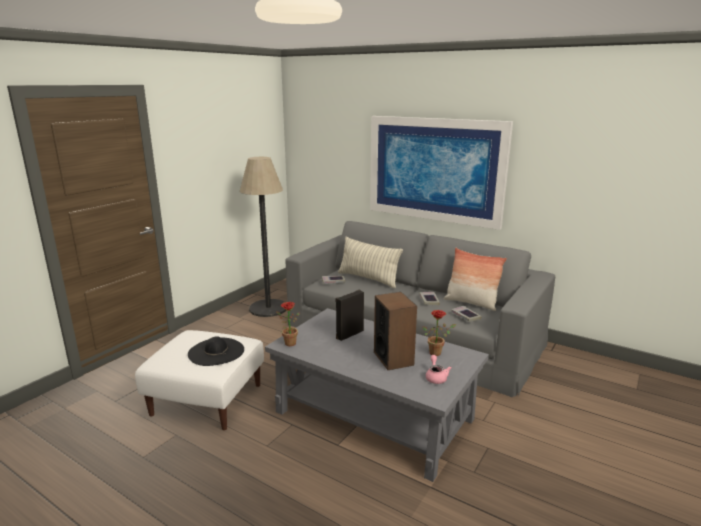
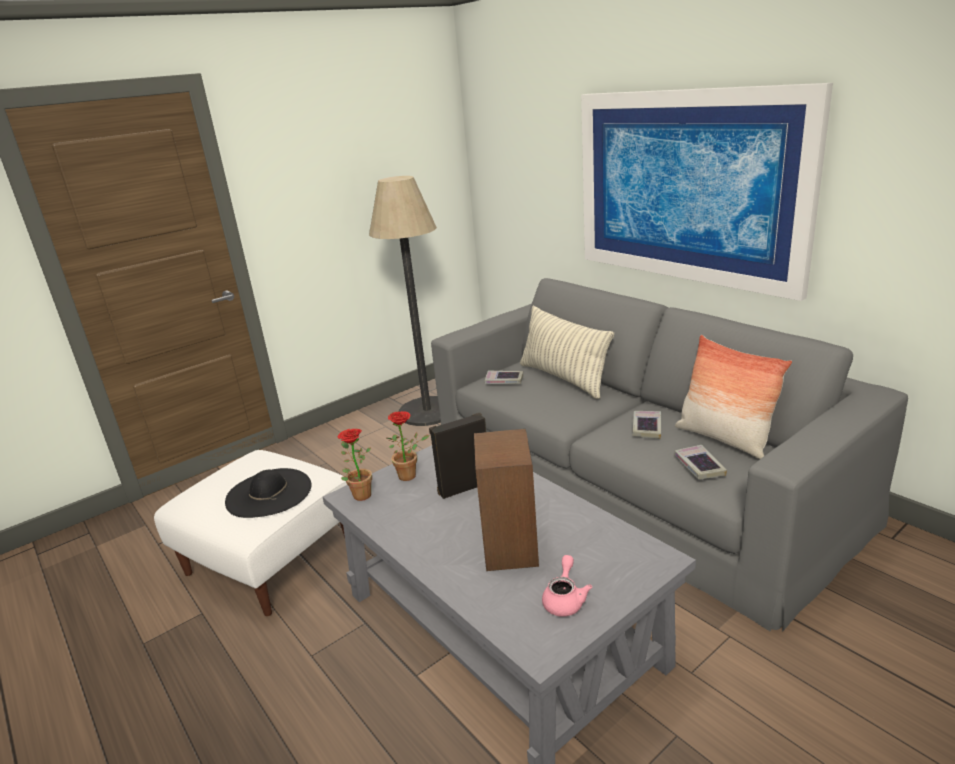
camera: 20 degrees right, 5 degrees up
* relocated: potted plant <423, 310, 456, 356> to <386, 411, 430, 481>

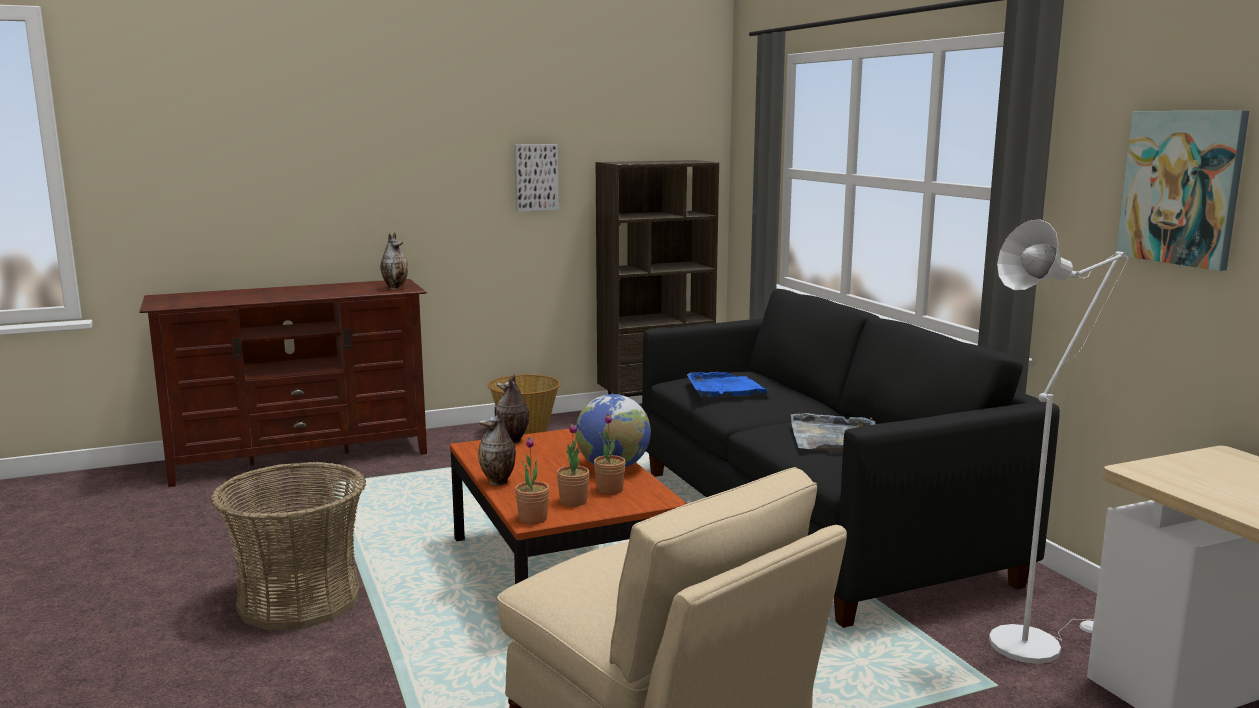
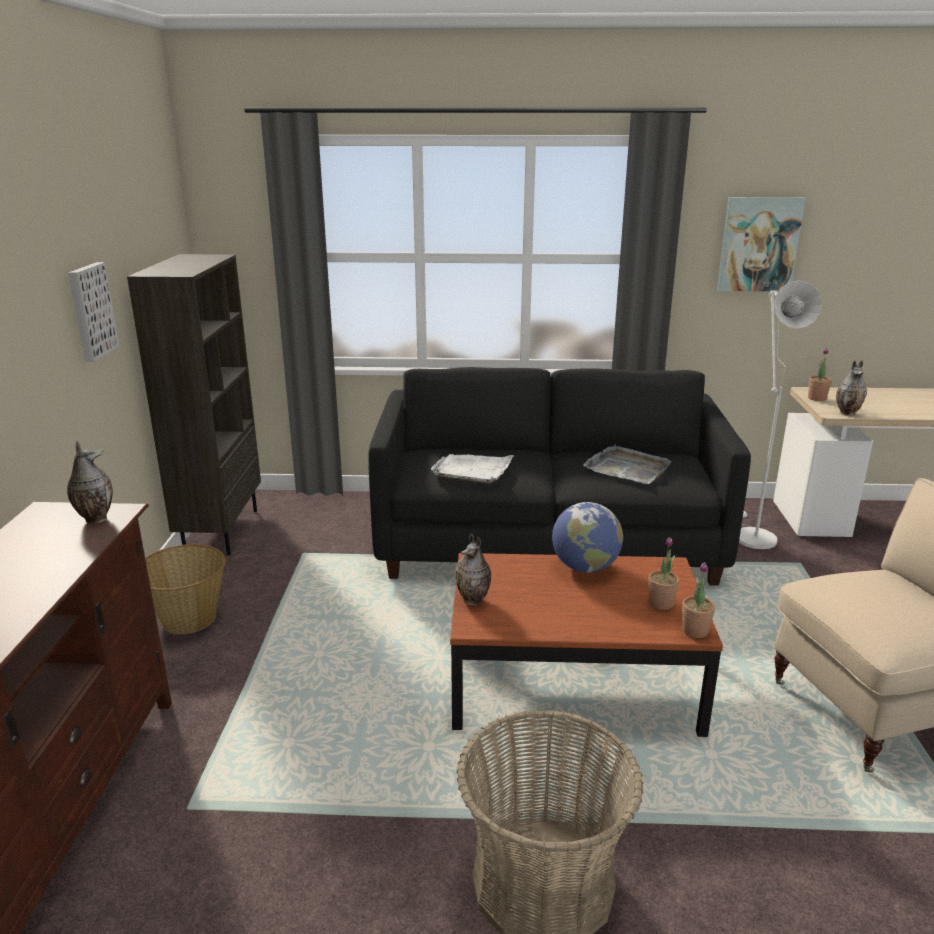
camera: 65 degrees left, 10 degrees up
* relocated: vase <478, 406, 516, 486> to <836, 360, 867, 416>
* relocated: potted plant <594, 414, 626, 495> to <808, 348, 832, 401>
* colour: tray/blue <687, 372, 770, 397> to tray/white <430, 454, 514, 483>

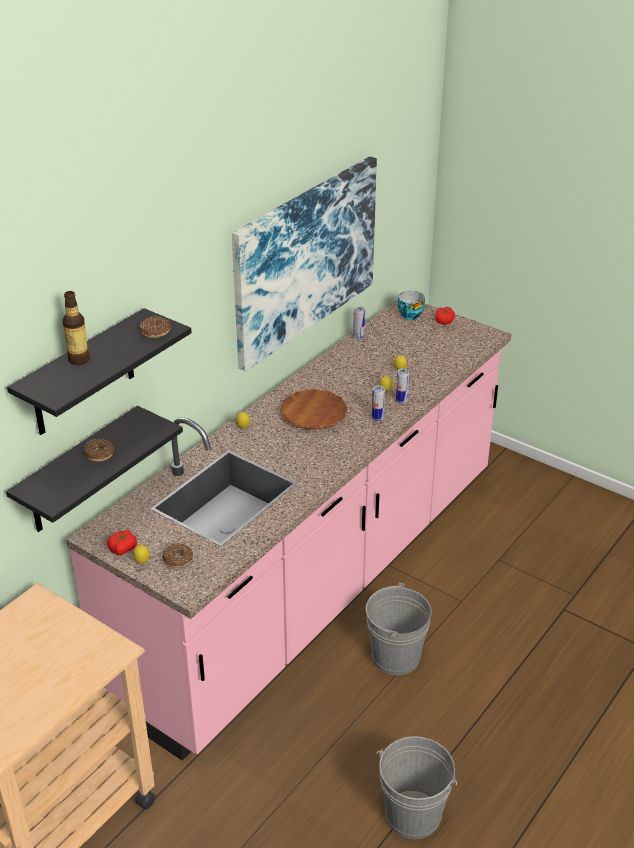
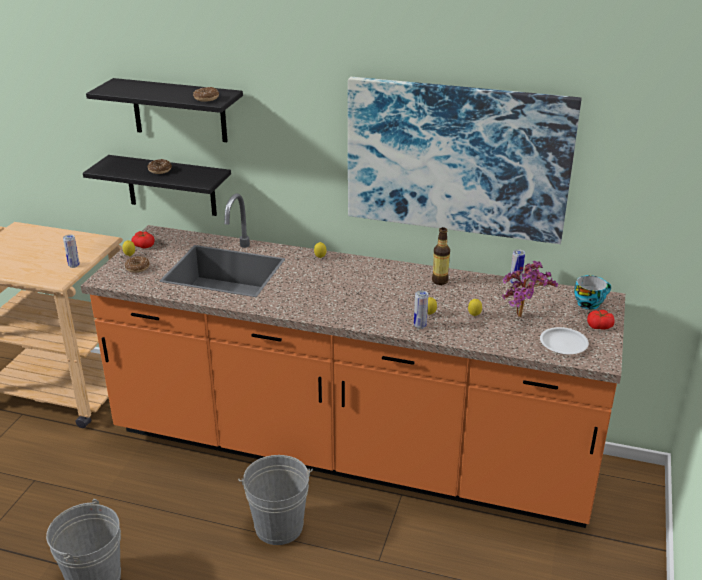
camera: 70 degrees right, 5 degrees down
* relocated: bottle <63, 291, 90, 365> to <432, 227, 450, 285>
* colour: counter/pink <66, 300, 512, 761> to counter/orange <81, 193, 625, 528>
* missing: plate/brown <280, 389, 348, 430>
* relocated: can <372, 386, 385, 421> to <63, 235, 80, 268>
* appeared: potted plant <502, 261, 558, 317>
* appeared: plate/white <540, 327, 589, 354>

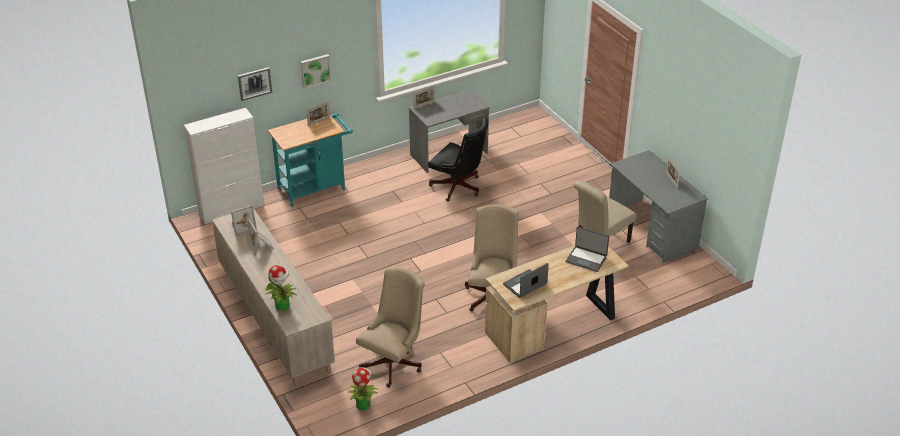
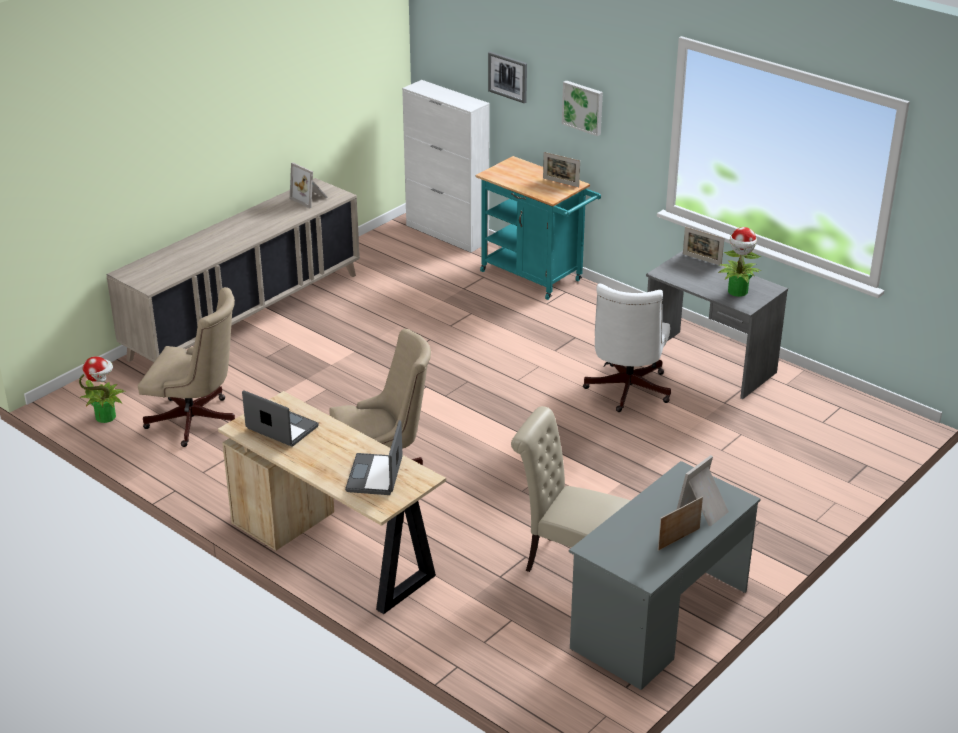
camera: 70 degrees right, 5 degrees down
* relocated: picture frame <247, 220, 274, 256> to <676, 455, 729, 526>
* relocated: potted plant <265, 265, 297, 311> to <718, 227, 761, 297>
* colour: office chair/black <428, 117, 488, 201> to office chair/white <583, 284, 671, 412>

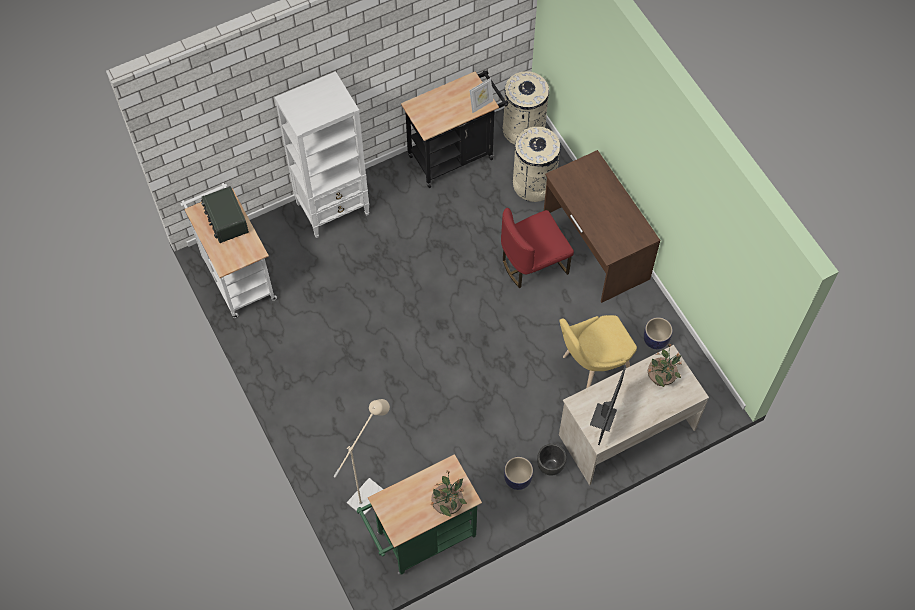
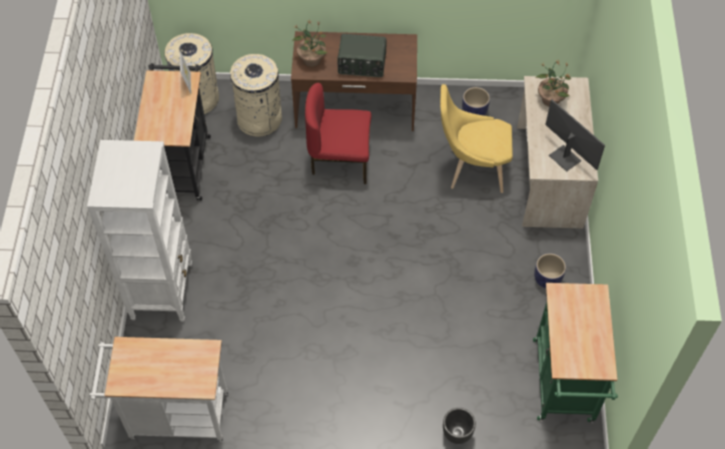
camera: 60 degrees left, 5 degrees down
* relocated: radio <201, 186, 249, 243> to <337, 34, 387, 77>
* missing: floor lamp/beige <334, 399, 390, 515>
* relocated: potted plant <431, 470, 467, 517> to <292, 21, 328, 67>
* spun: chair/red <501, 208, 574, 288> = <305, 83, 372, 184> 90 degrees clockwise
* relocated: planter/black <537, 444, 566, 476> to <443, 408, 476, 444>
* spun: chair/yellow <559, 315, 637, 388> = <440, 84, 513, 193> 90 degrees clockwise

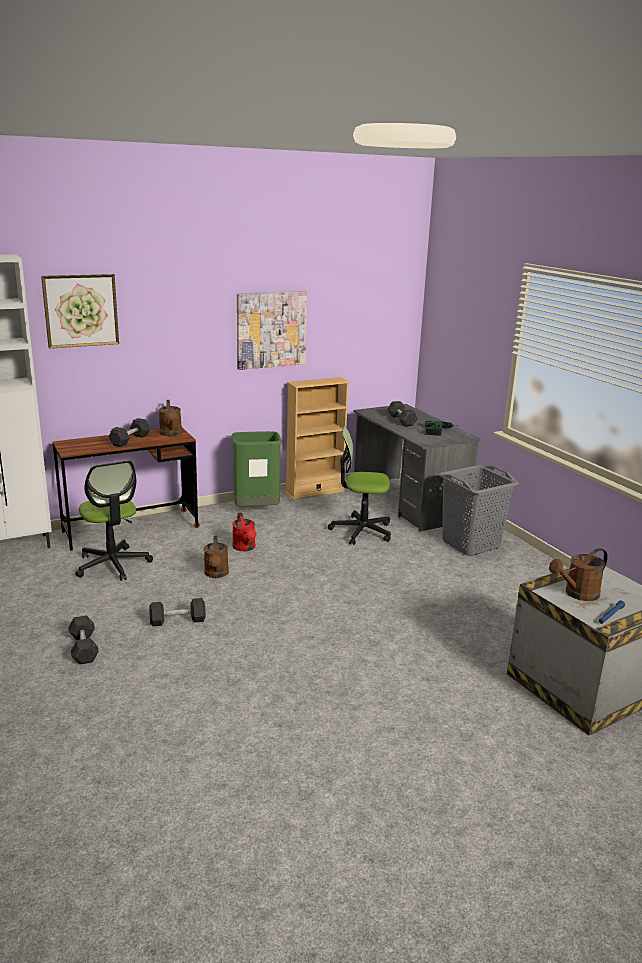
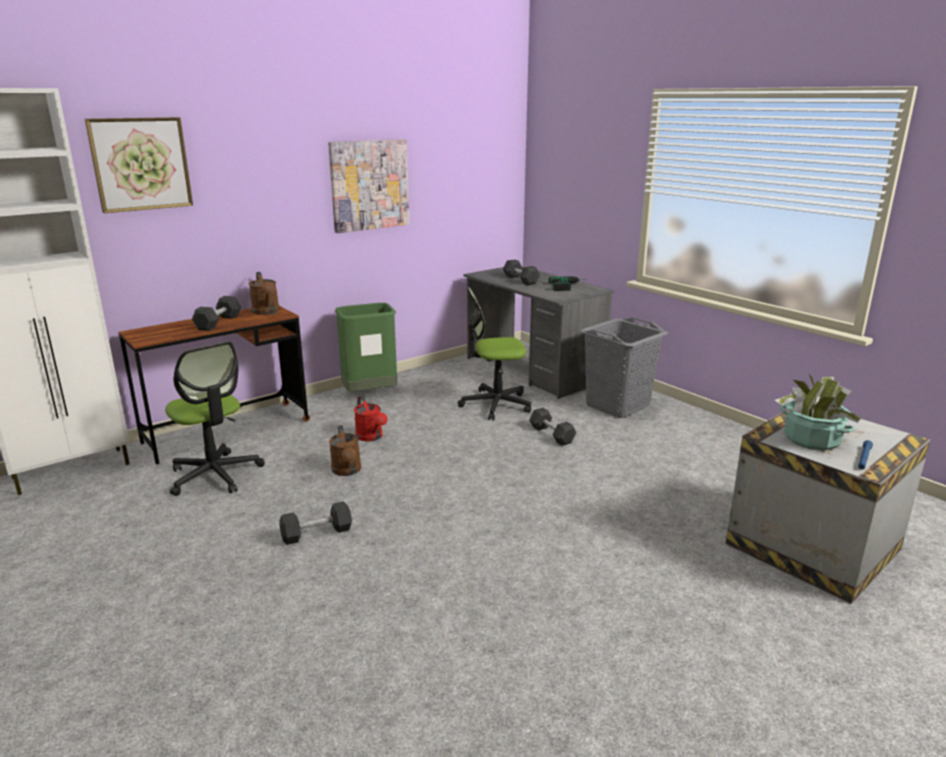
camera: 10 degrees left, 0 degrees up
* relocated: dumbbell/grey <68, 615, 99, 665> to <529, 408, 577, 446>
* missing: bookcase/beige <285, 377, 350, 500>
* exchanged: watering can/brown <549, 548, 608, 601> to potted plant <775, 373, 862, 450>

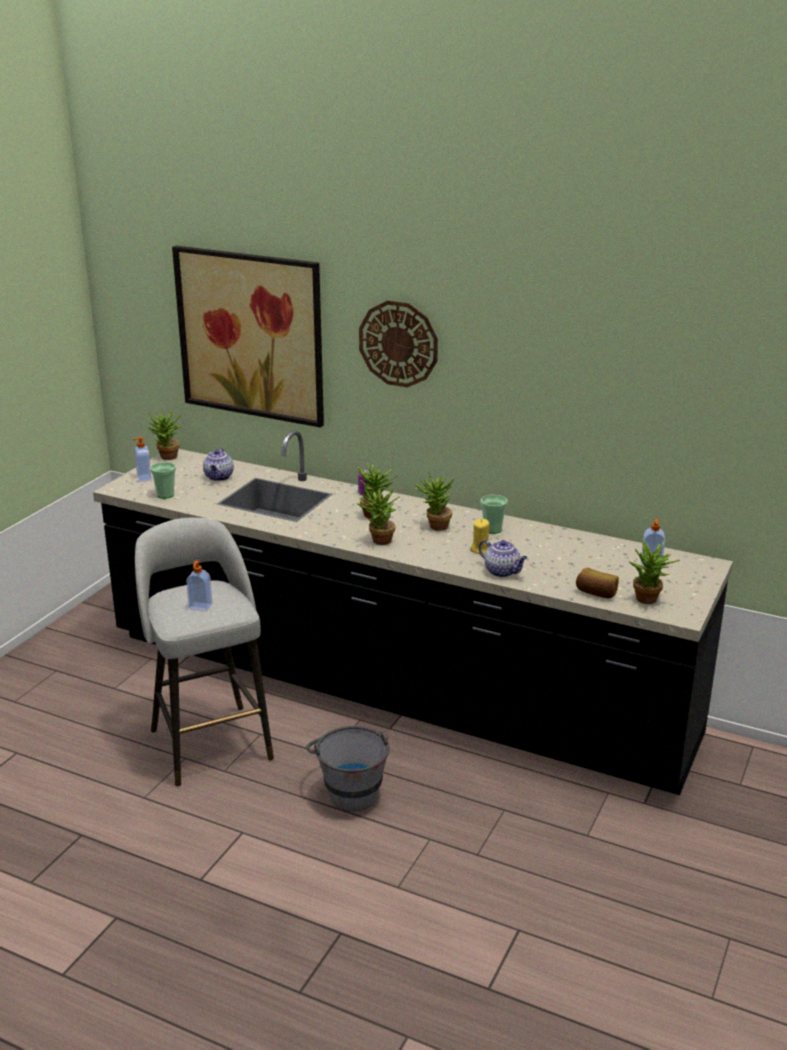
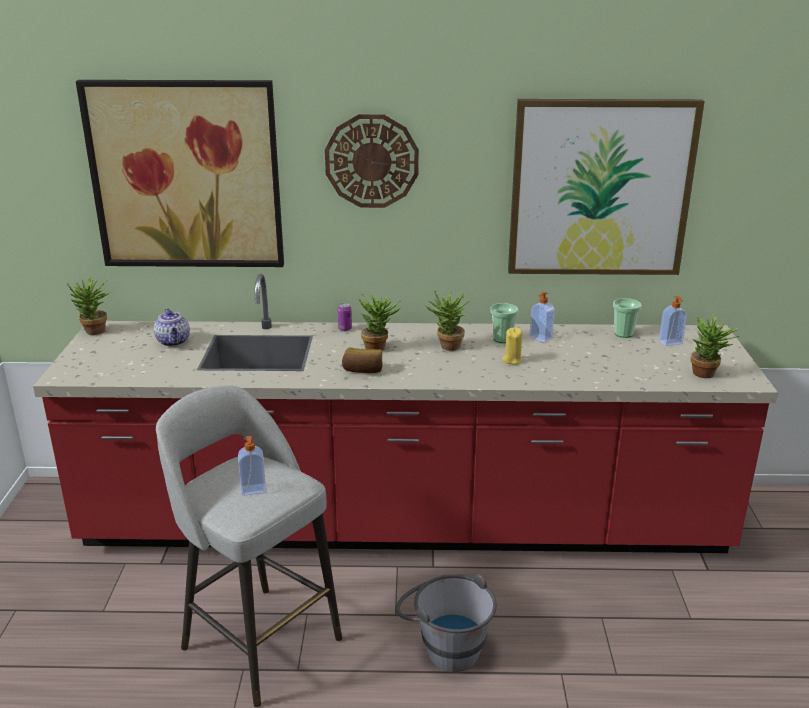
camera: 25 degrees left, 0 degrees up
* colour: counter/black <93, 430, 733, 795> to counter/red <33, 274, 778, 553>
* relocated: soap dispenser <133, 437, 152, 482> to <529, 292, 555, 342>
* relocated: cup <150, 462, 176, 499> to <613, 298, 642, 338>
* missing: potted plant <357, 488, 400, 545>
* missing: teapot <479, 539, 528, 577>
* relocated: bread <576, 568, 619, 598> to <342, 347, 382, 373>
* appeared: picture <508, 99, 705, 275>

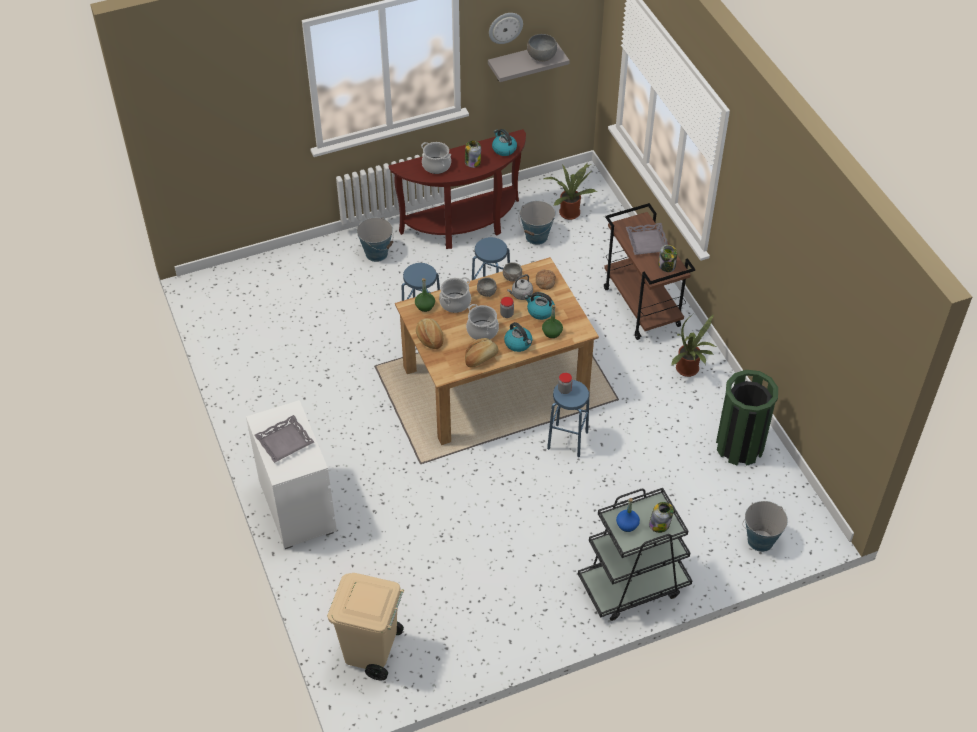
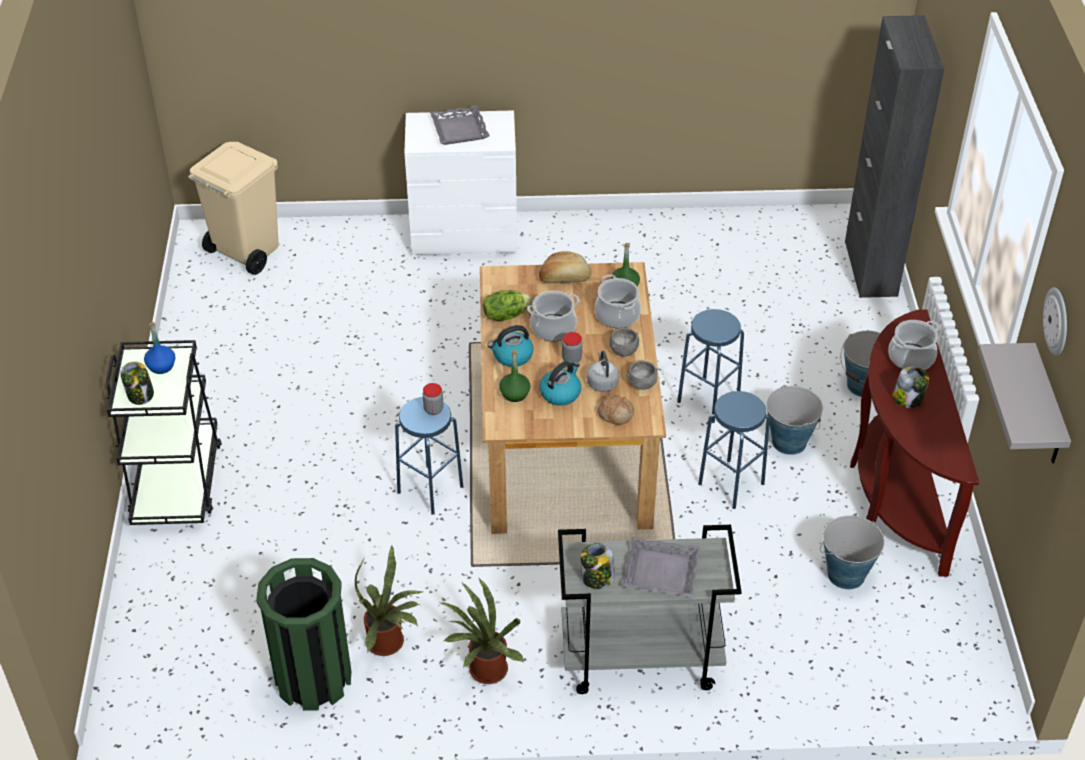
camera: 110 degrees right, 5 degrees down
* exchanged: bread <465, 338, 499, 368> to lettuce <483, 290, 532, 321>
* missing: kettle <492, 129, 517, 156>
* missing: bowl/grey <527, 34, 557, 62>
* relocated: potted plant <543, 162, 597, 220> to <355, 544, 422, 656>
* colour: cart/brown <604, 203, 695, 340> to cart/grey <558, 525, 741, 694>
* relocated: bucket <742, 501, 788, 552> to <766, 385, 823, 455>
* appeared: cabinet/black <845, 15, 944, 298>

